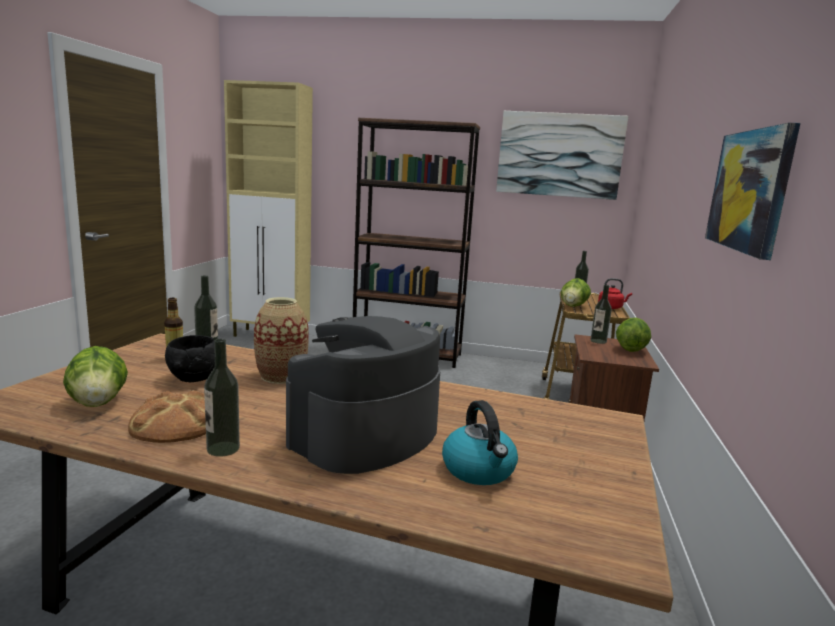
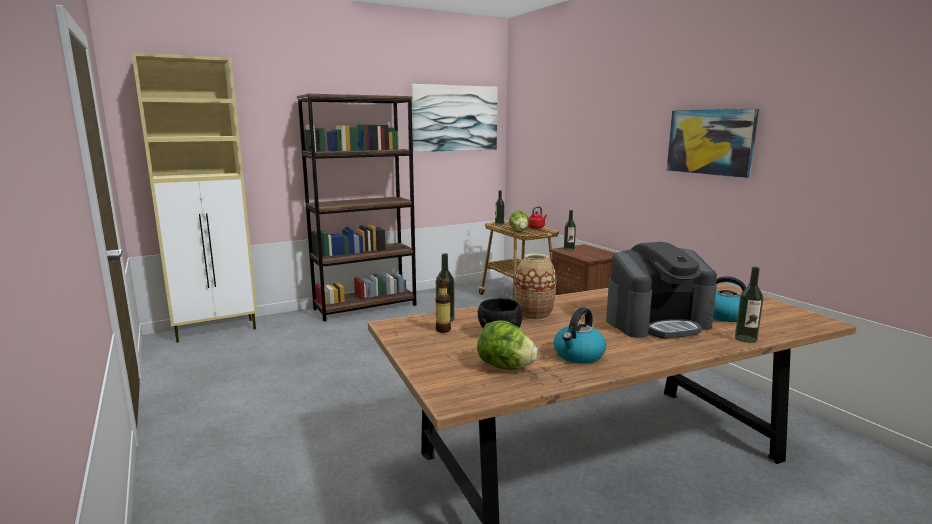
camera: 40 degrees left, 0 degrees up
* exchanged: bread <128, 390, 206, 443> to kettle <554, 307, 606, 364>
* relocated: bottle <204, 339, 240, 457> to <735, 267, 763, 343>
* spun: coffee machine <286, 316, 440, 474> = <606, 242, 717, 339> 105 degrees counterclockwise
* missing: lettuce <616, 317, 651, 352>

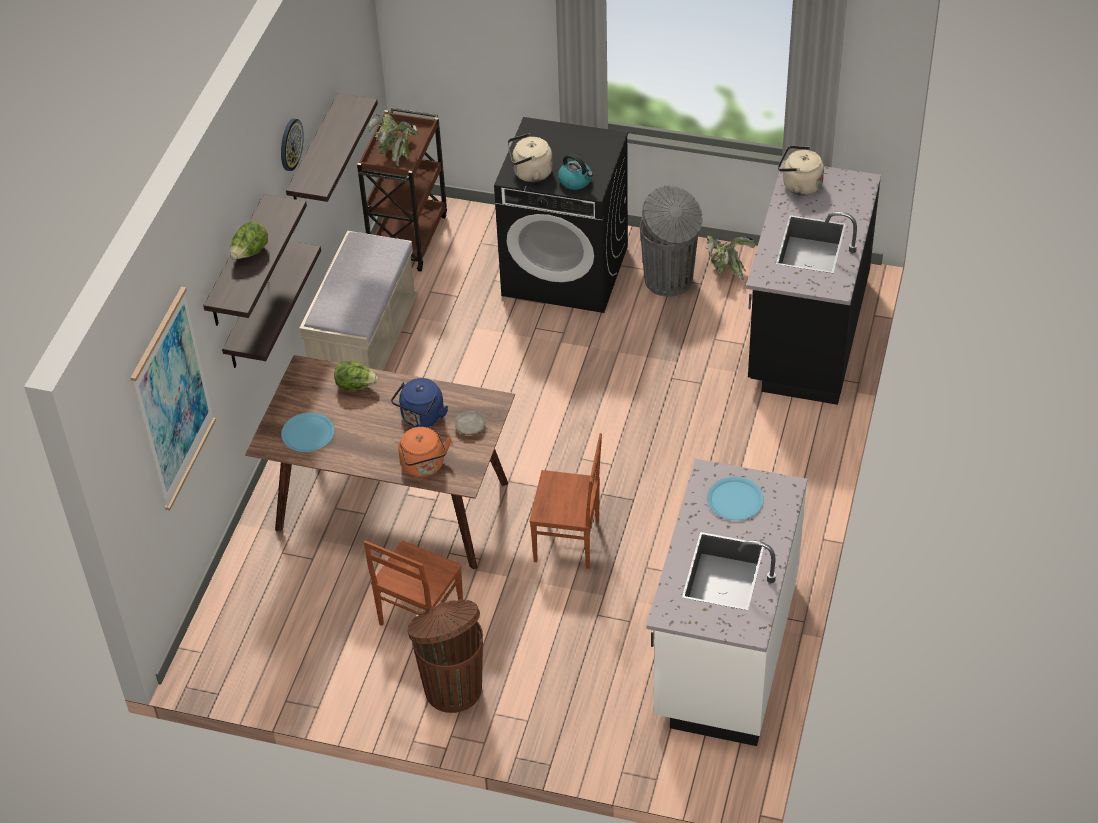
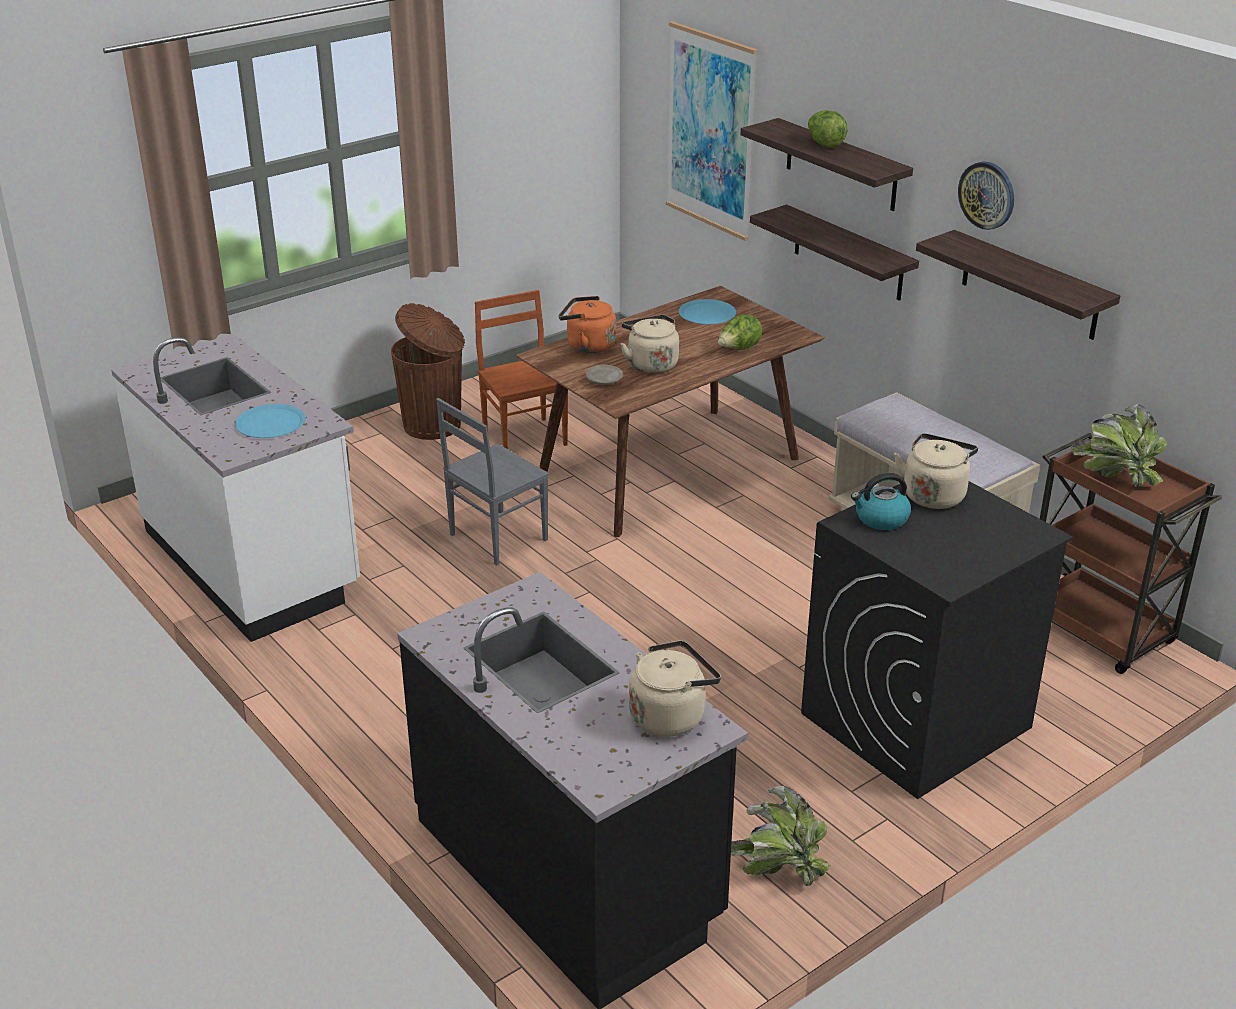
camera: 125 degrees right, 15 degrees down
* colour: kettle/blue <391, 378, 448, 427> to kettle/beige <620, 315, 679, 373>
* colour: chair/brown <530, 433, 602, 569> to chair/grey <436, 398, 549, 565>
* missing: trash can/grey <640, 185, 703, 297>

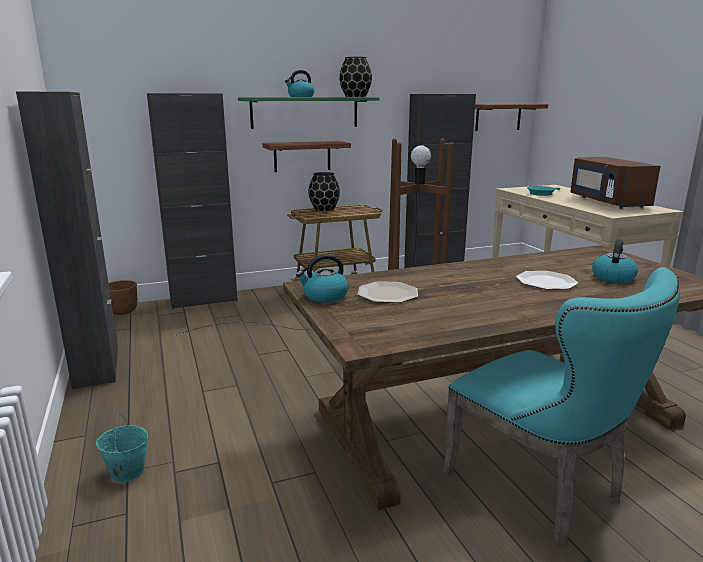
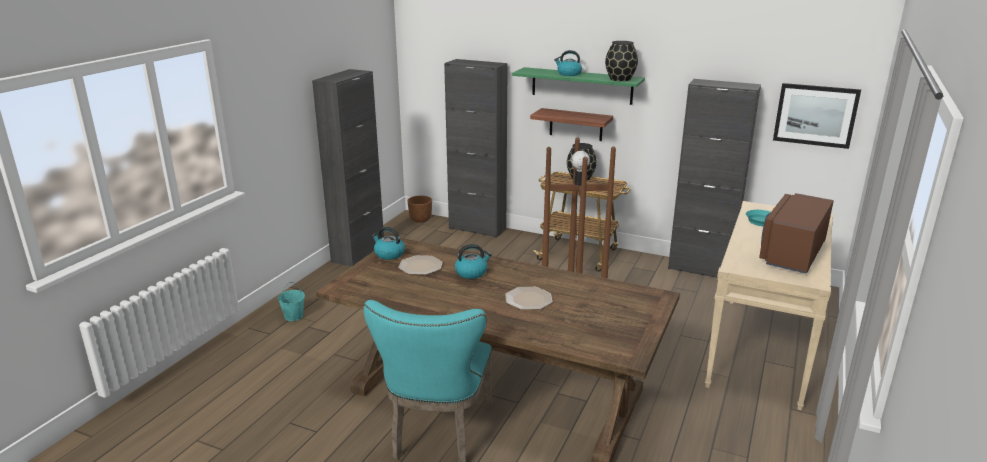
camera: 45 degrees right, 5 degrees up
* exchanged: shelf <475, 104, 548, 131> to picture <773, 83, 861, 149>
* relocated: kettle <592, 239, 638, 283> to <455, 244, 492, 279>

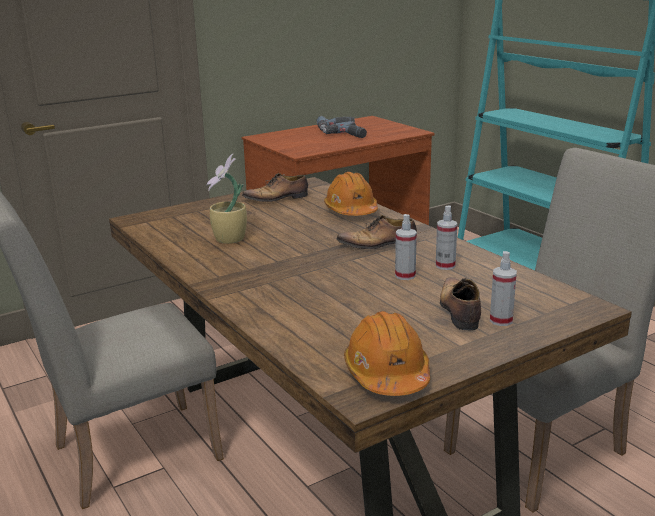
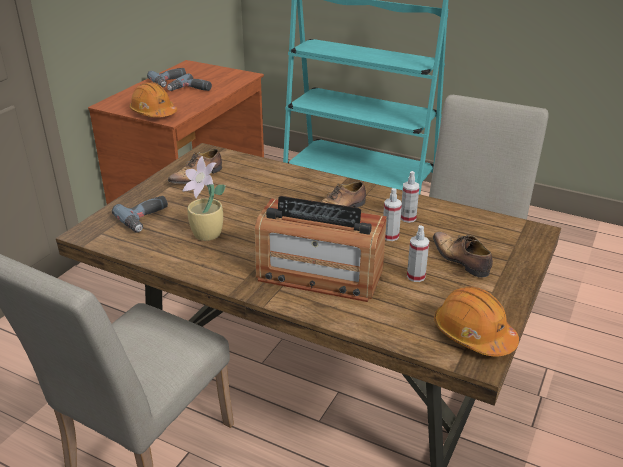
camera: 30 degrees left, 10 degrees up
* relocated: hard hat/orange <324, 172, 378, 216> to <130, 82, 177, 117>
* relocated: spray bottle <490, 251, 517, 326> to <407, 225, 429, 282>
* appeared: power drill <112, 196, 168, 232>
* appeared: radio <255, 196, 387, 302>

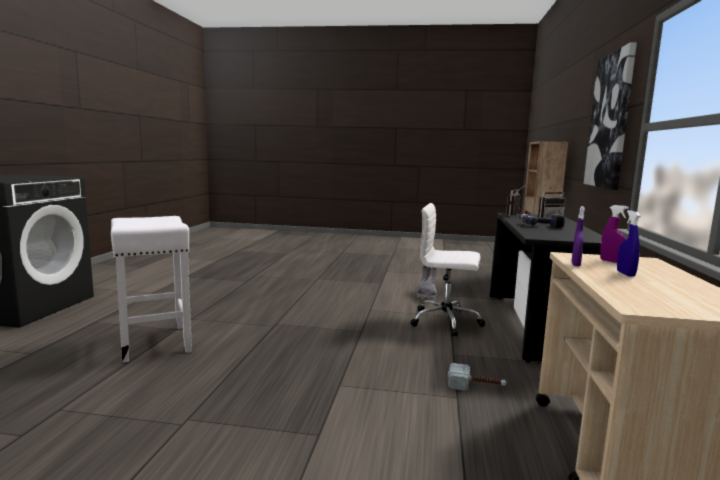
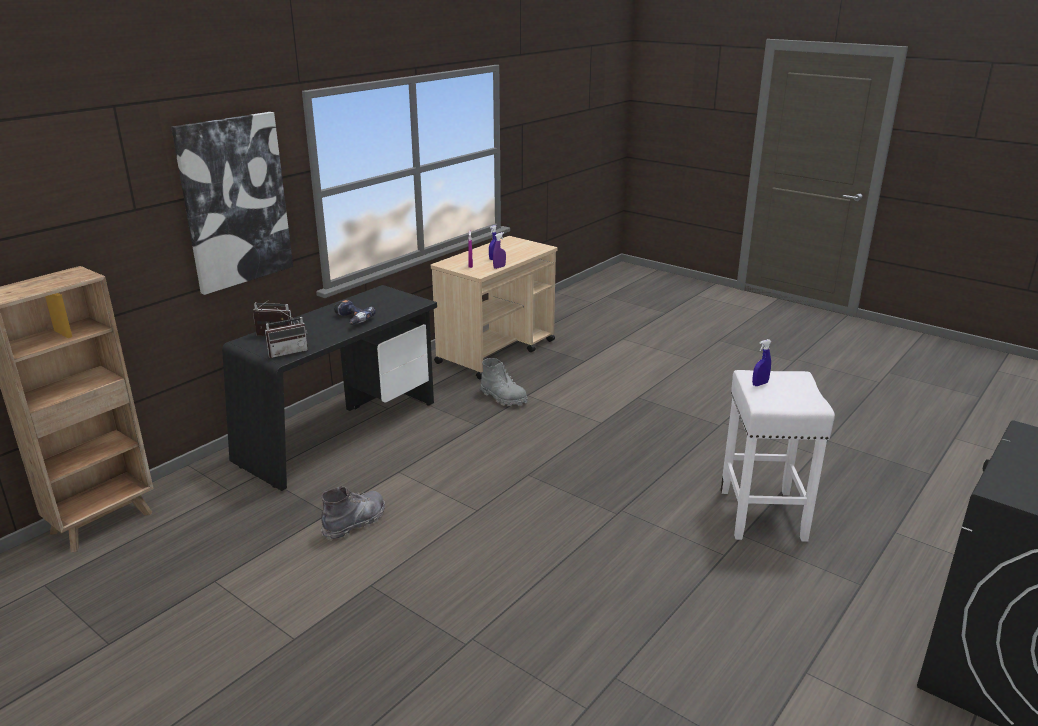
camera: 150 degrees left, 15 degrees up
* missing: office chair/white <410, 203, 485, 337>
* exchanged: hammer <448, 363, 506, 391> to boot/grey <480, 358, 528, 407>
* appeared: spray bottle/blue <752, 339, 772, 386>

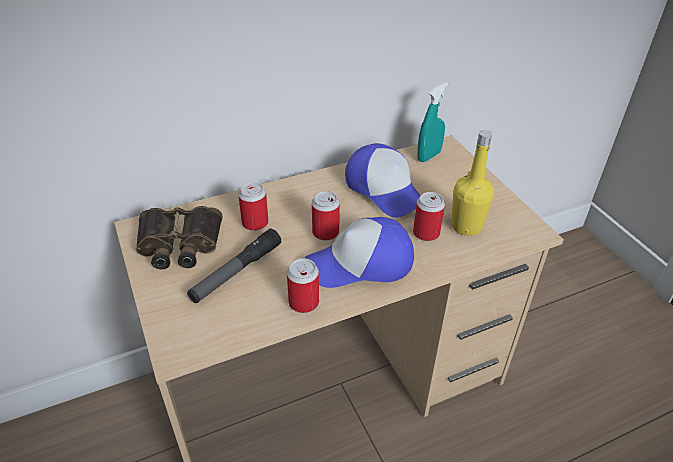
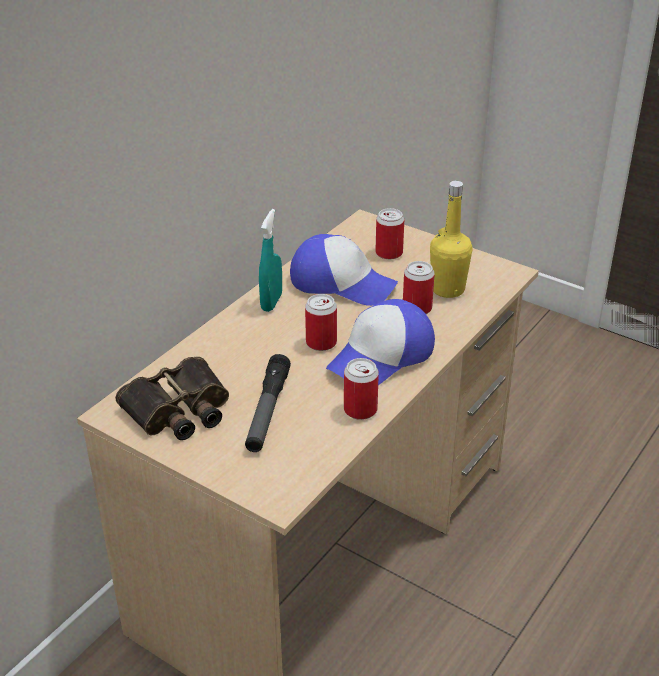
camera: 30 degrees left, 5 degrees down
* relocated: can <238, 182, 269, 231> to <375, 208, 404, 259>
* relocated: spray bottle/turquoise <417, 82, 448, 162> to <259, 209, 282, 312>

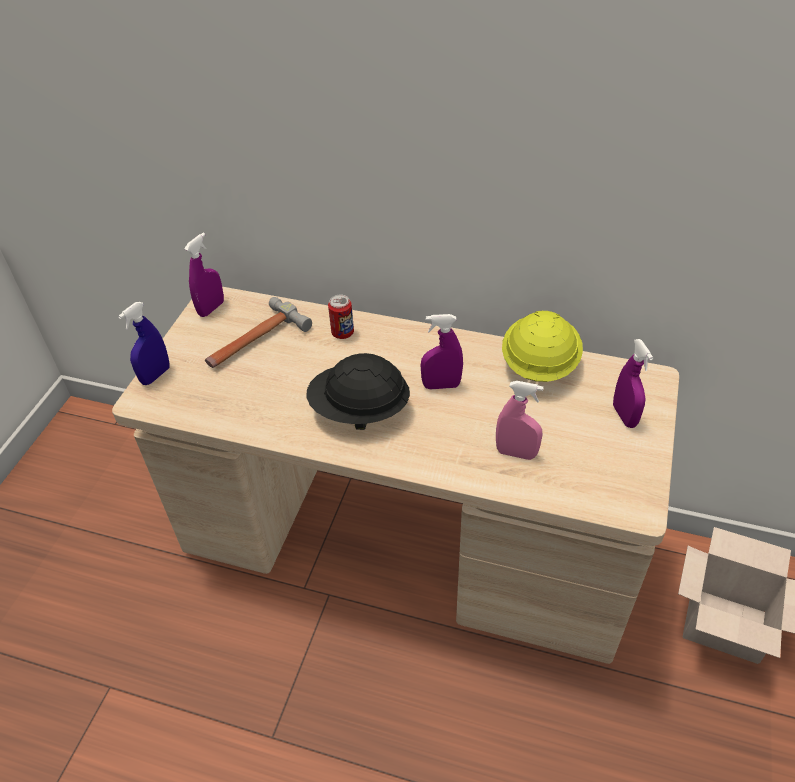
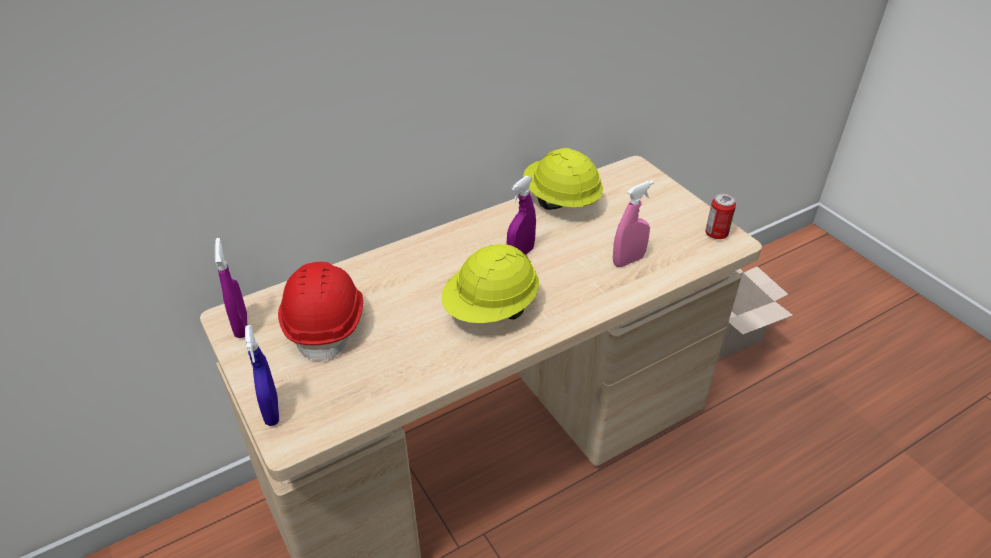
camera: 50 degrees left, 5 degrees down
* exchanged: hammer <205, 297, 312, 368> to hard hat/red <278, 262, 363, 363>
* colour: hard hat/black <307, 353, 410, 430> to hard hat/yellow <441, 244, 539, 323>
* relocated: can <328, 294, 354, 339> to <705, 194, 736, 239>
* missing: spray bottle/purple <613, 339, 653, 428>

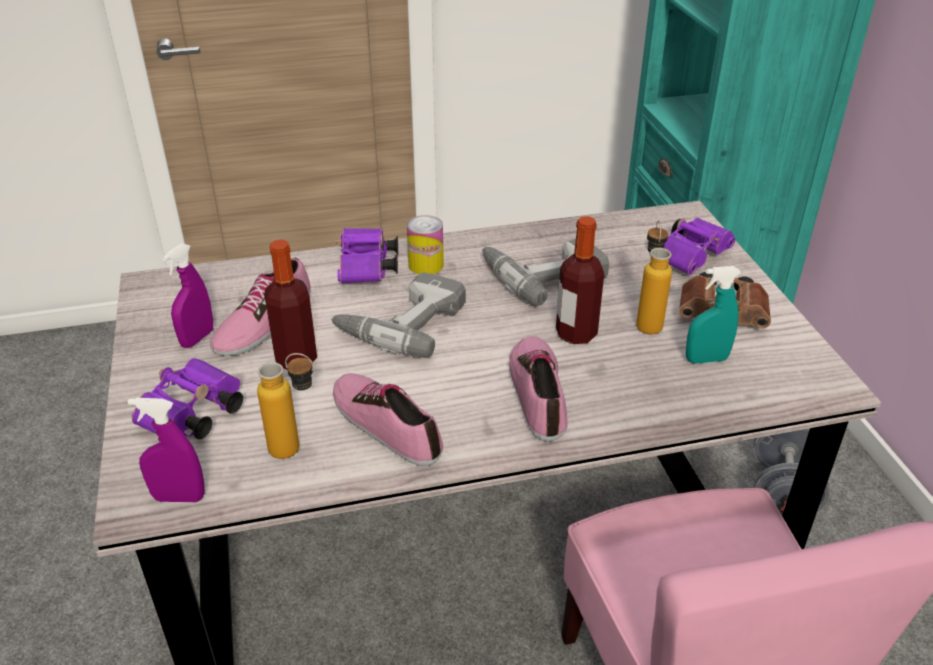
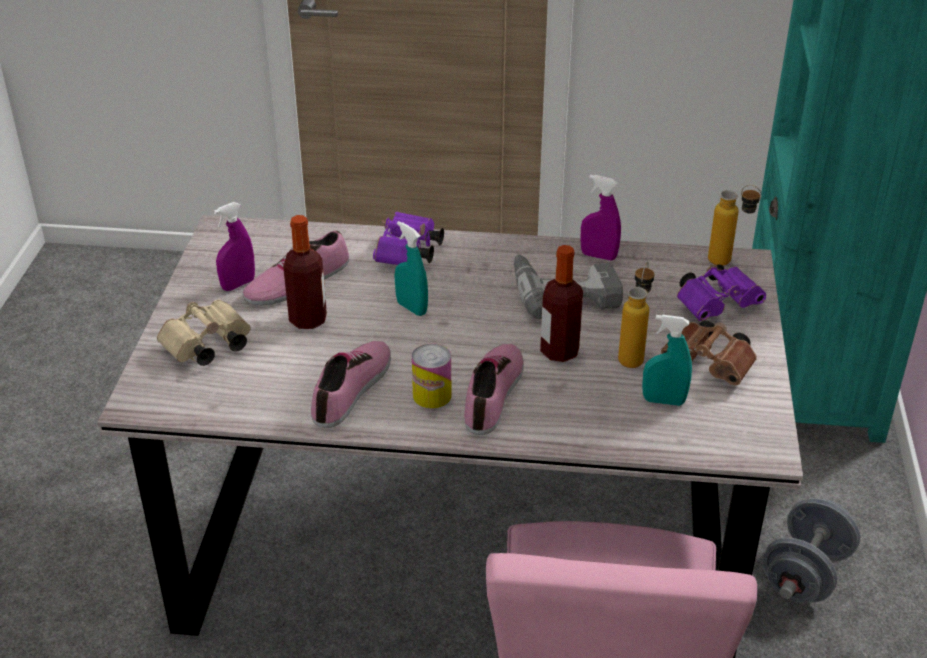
camera: 20 degrees right, 0 degrees up
* relocated: spray bottle/purple <128, 398, 205, 502> to <580, 175, 621, 261>
* colour: binoculars/purple <132, 358, 243, 439> to binoculars/beige <157, 300, 251, 366>
* relocated: bottle <257, 353, 314, 459> to <708, 185, 762, 266>
* exchanged: power drill <331, 272, 466, 358> to spray bottle/turquoise <395, 221, 428, 316>
* spun: shoe <333, 373, 443, 466> = <311, 341, 391, 428> 45 degrees clockwise
* relocated: can <407, 215, 444, 274> to <412, 343, 451, 408>

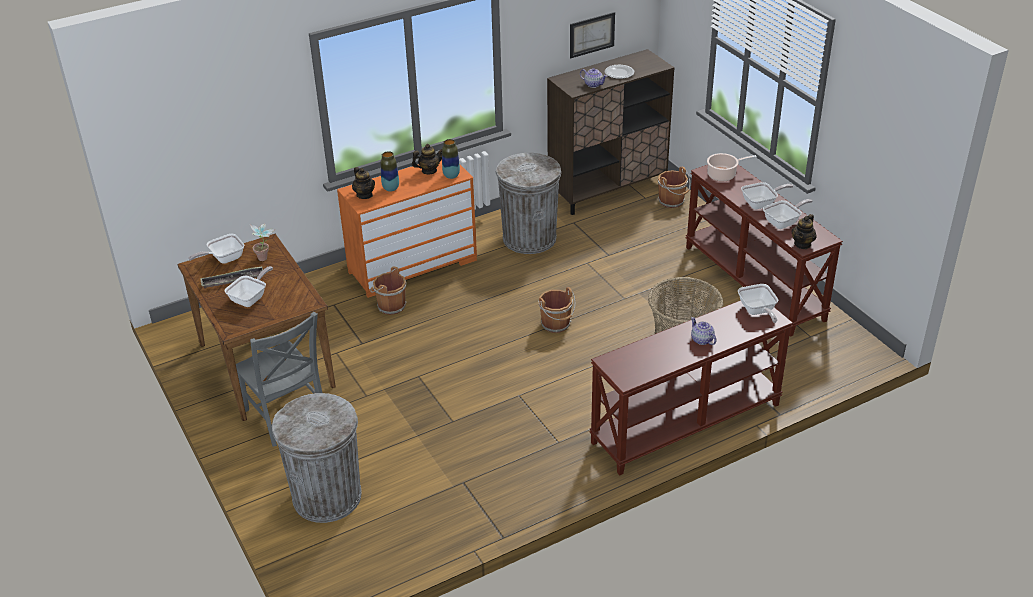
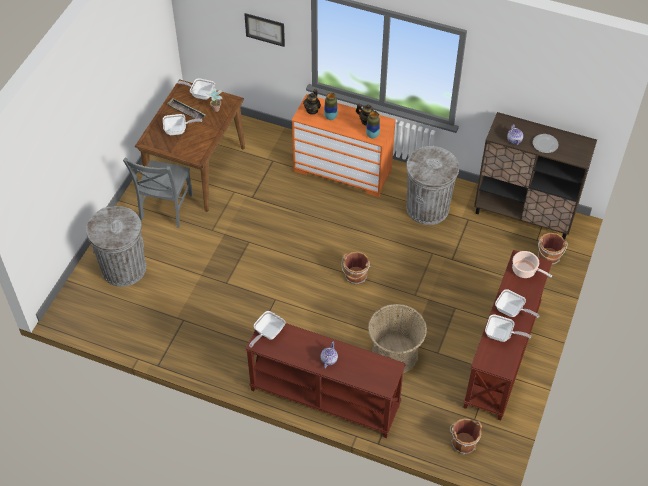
camera: 50 degrees right, 15 degrees up
* relocated: bucket/brown <370, 267, 406, 315> to <450, 418, 482, 454>
* relocated: picture <570, 12, 615, 58> to <245, 13, 285, 47>
* relocated: frying pan <738, 284, 778, 323> to <249, 311, 286, 348>
* missing: teapot <791, 214, 817, 249>

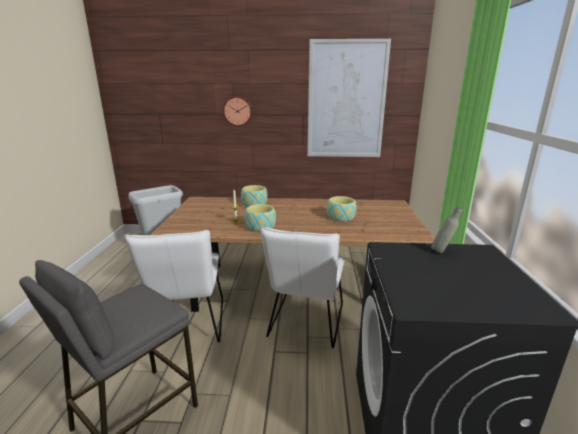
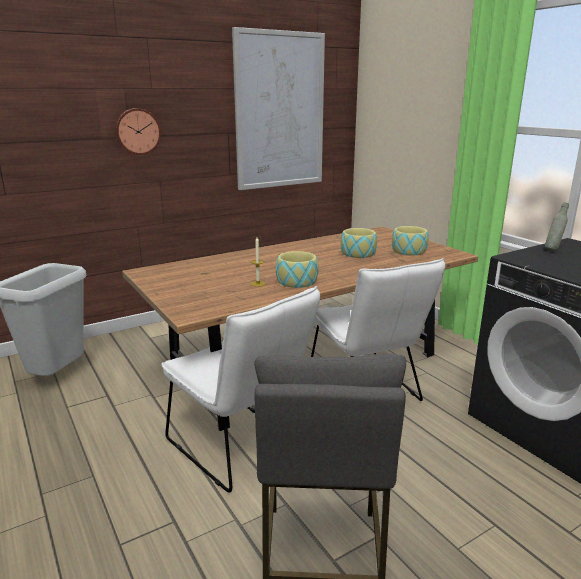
camera: 35 degrees left, 0 degrees up
* relocated: bowl <241, 185, 268, 207> to <392, 226, 429, 255>

